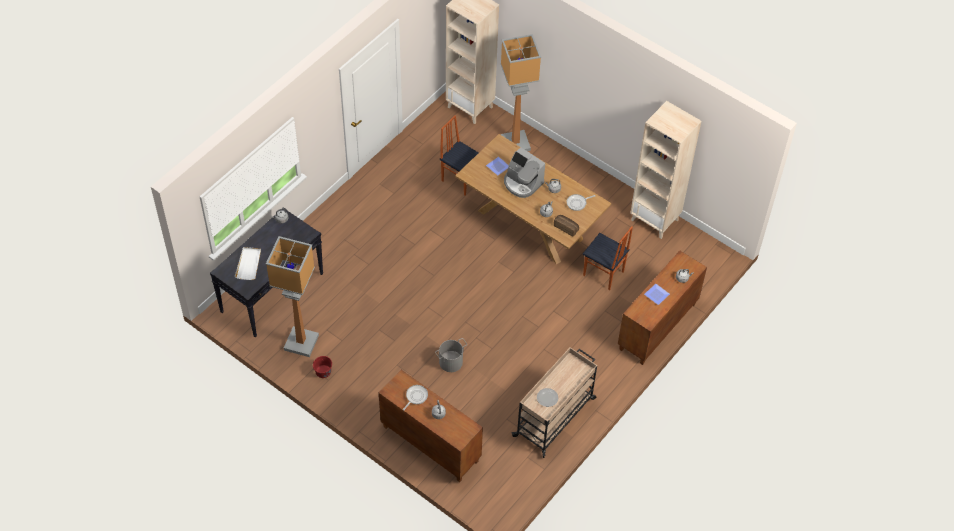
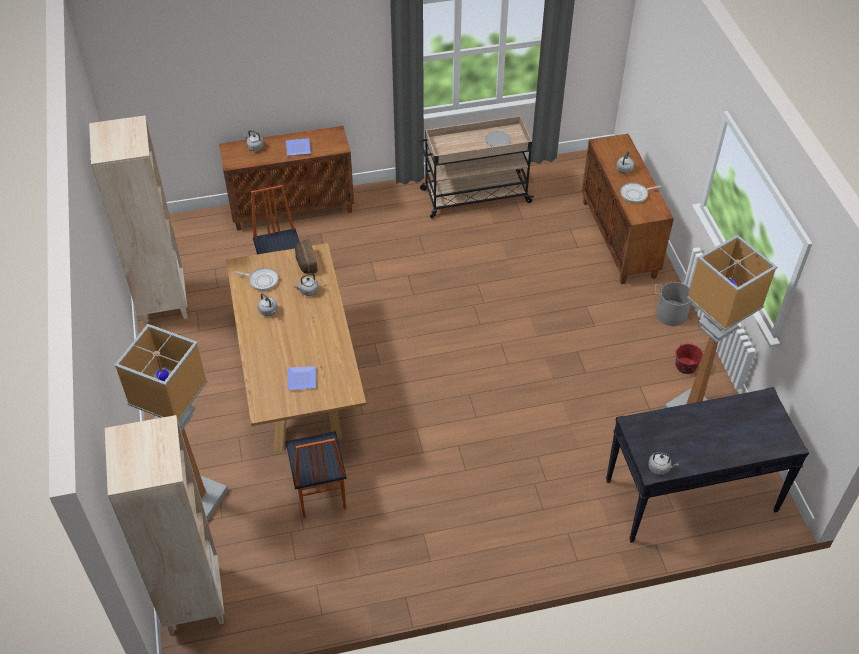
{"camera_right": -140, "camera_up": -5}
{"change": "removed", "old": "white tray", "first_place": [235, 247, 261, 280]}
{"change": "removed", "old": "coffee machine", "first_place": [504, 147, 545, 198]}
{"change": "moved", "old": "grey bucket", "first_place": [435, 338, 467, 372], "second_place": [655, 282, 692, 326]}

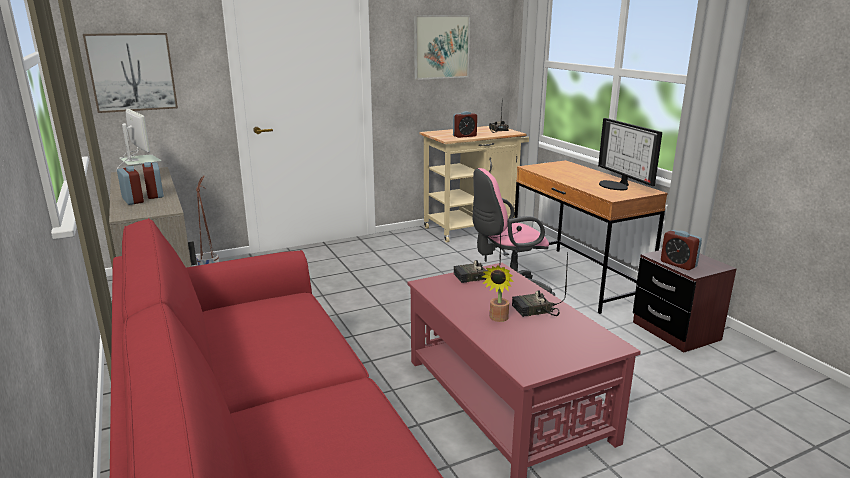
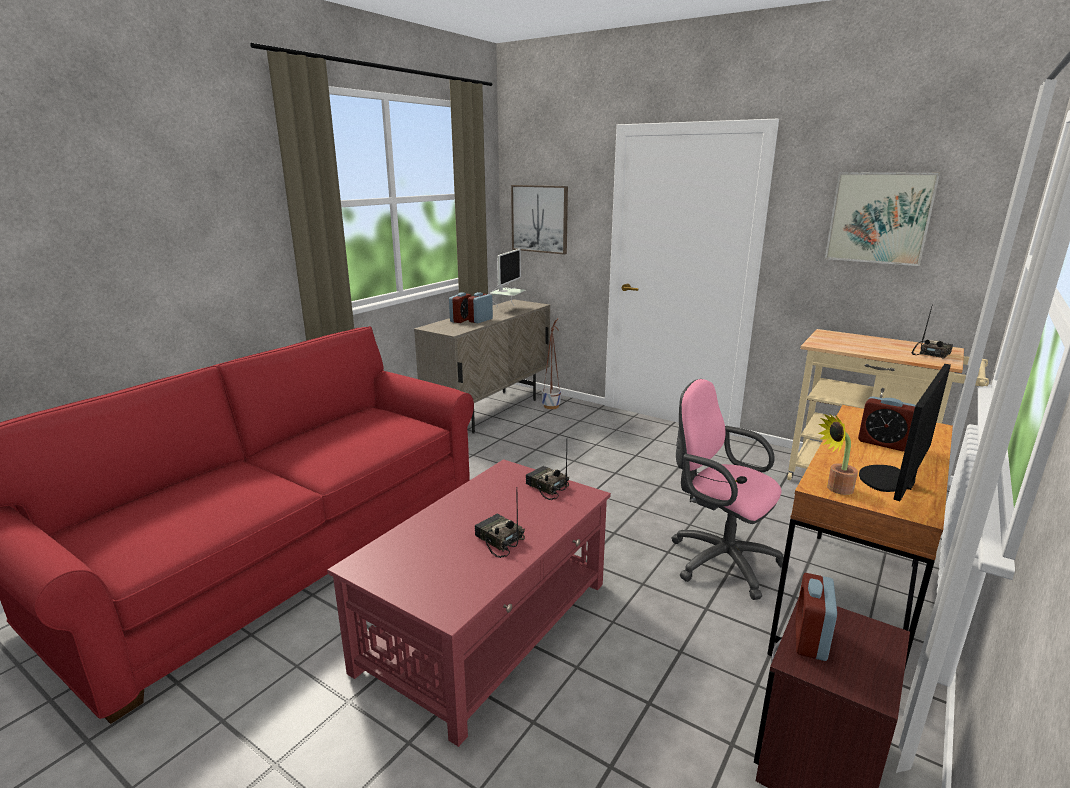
{"camera_right": 60, "camera_up": 0}
{"change": "moved", "old": "alarm clock", "first_place": [453, 111, 477, 138], "second_place": [858, 396, 916, 451]}
{"change": "moved", "old": "potted plant", "first_place": [482, 265, 514, 322], "second_place": [818, 414, 858, 495]}

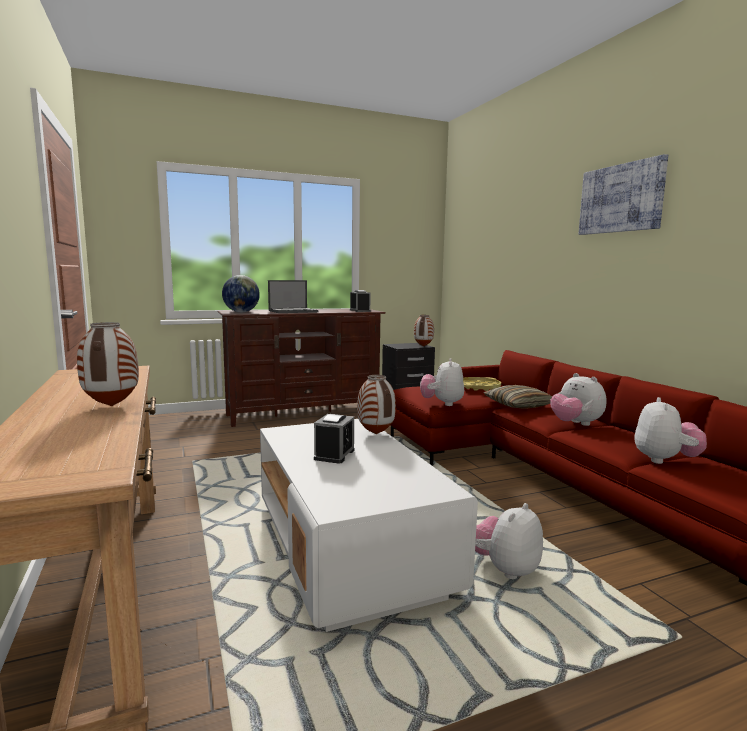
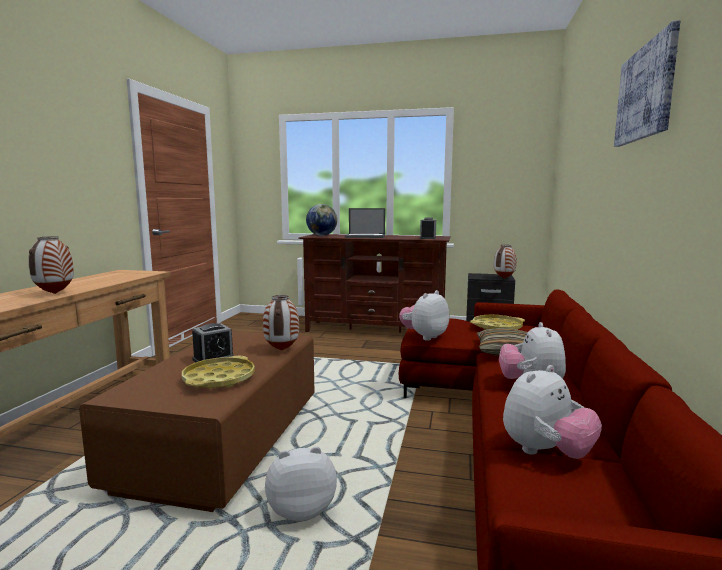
{"camera_right": 35, "camera_up": 0}
{"change": "added", "new": "yellow tray", "second_place": [182, 356, 255, 389]}
{"change": "recoloured", "old": "white coffee table", "new": "brown coffee table", "first_place": [260, 419, 478, 632], "second_place": [79, 331, 314, 512]}

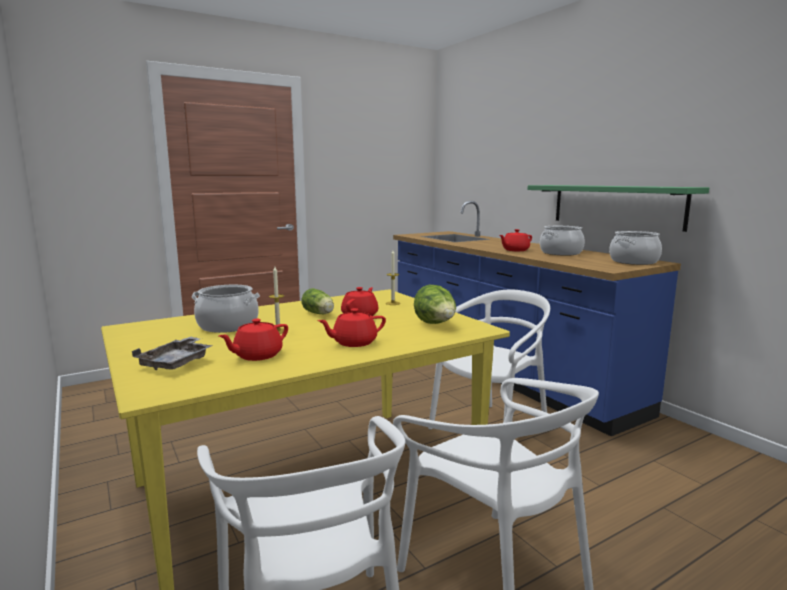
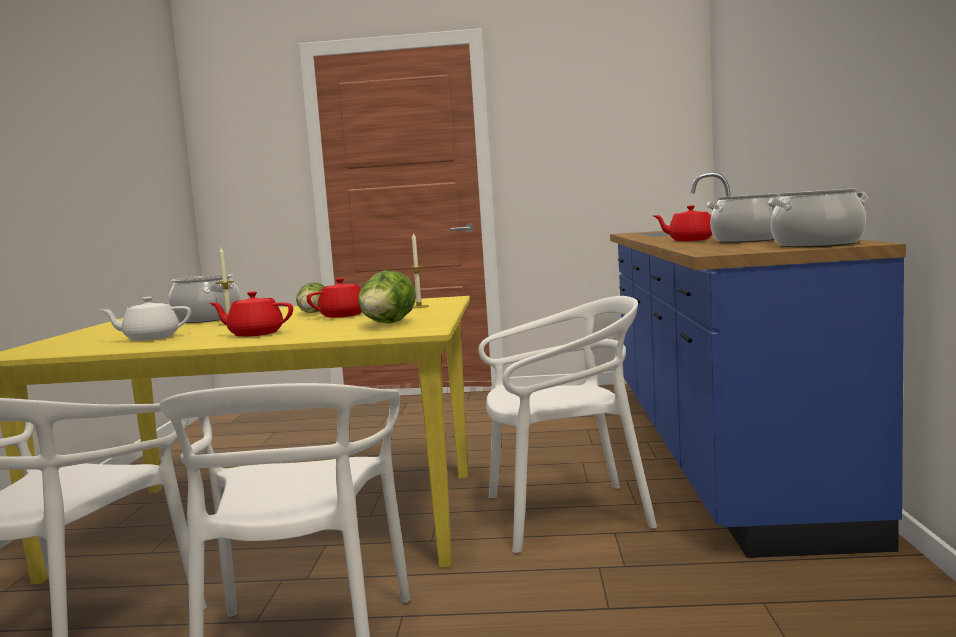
{"camera_right": 35, "camera_up": -5}
{"change": "removed", "old": "grey tray", "first_place": [132, 337, 213, 370]}
{"change": "removed", "old": "green shelf", "first_place": [528, 185, 709, 232]}
{"change": "recoloured", "old": "red teapot", "new": "white teapot", "first_place": [219, 318, 288, 361], "second_place": [100, 297, 191, 341]}

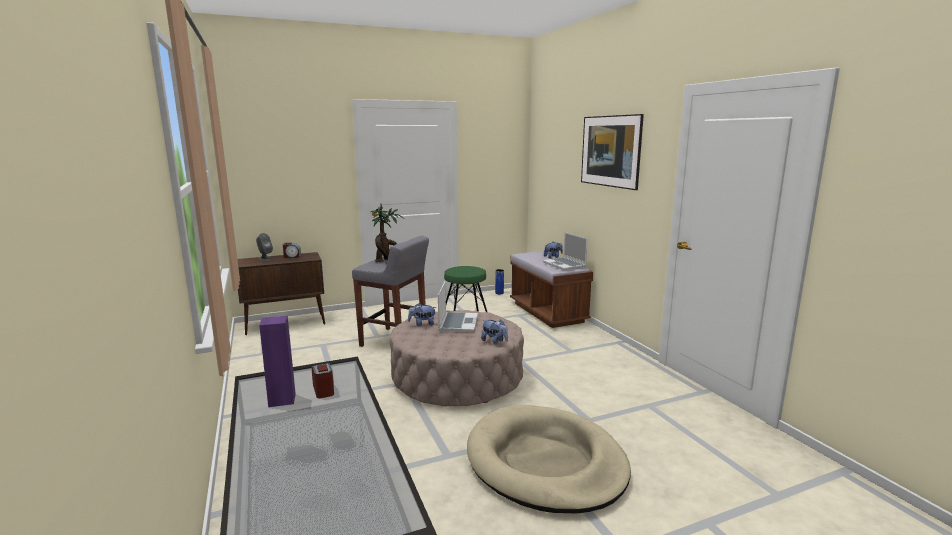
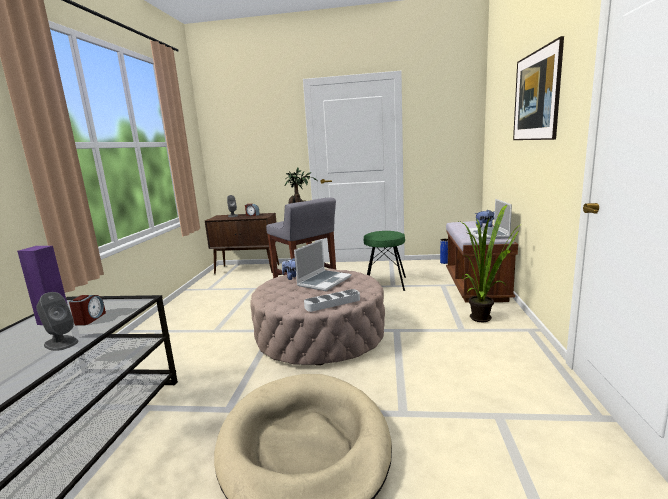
{"camera_right": 30, "camera_up": 0}
{"change": "added", "new": "grey speaker", "second_place": [36, 292, 78, 351]}
{"change": "added", "new": "potted plant", "second_place": [459, 205, 522, 322]}
{"change": "replaced", "old": "plush toy", "new": "grey tray", "first_place": [481, 319, 508, 344], "second_place": [304, 289, 360, 312]}

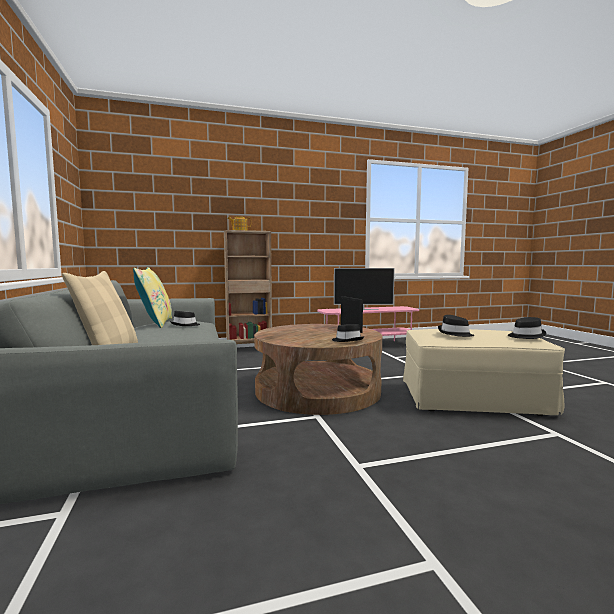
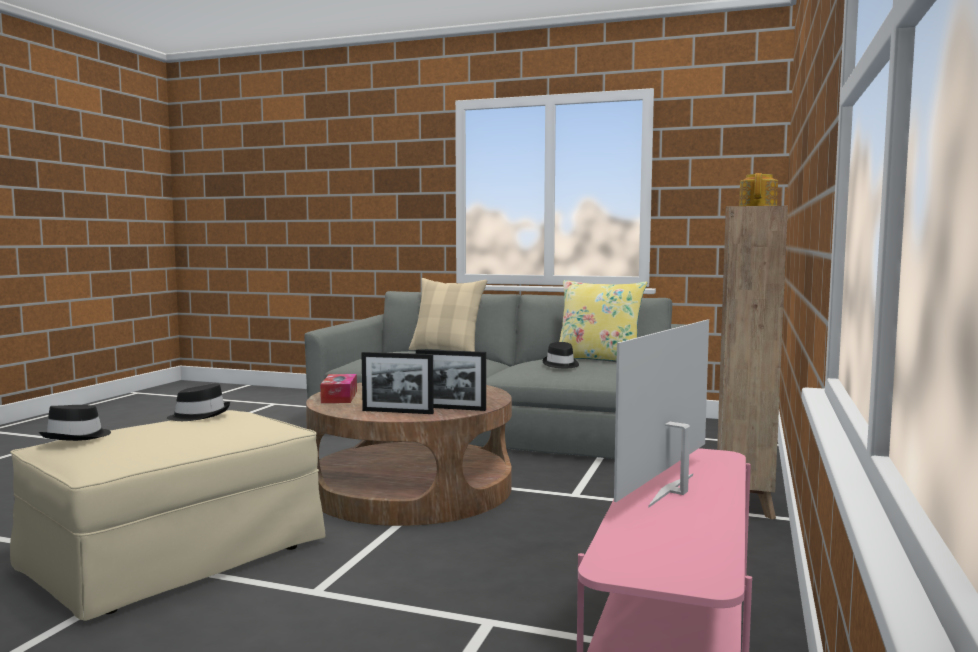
{"camera_right": 125, "camera_up": 0}
{"change": "added", "new": "picture frame", "second_place": [416, 349, 486, 411]}
{"change": "replaced", "old": "black hat", "new": "tissue box", "first_place": [332, 324, 364, 342], "second_place": [320, 374, 357, 403]}

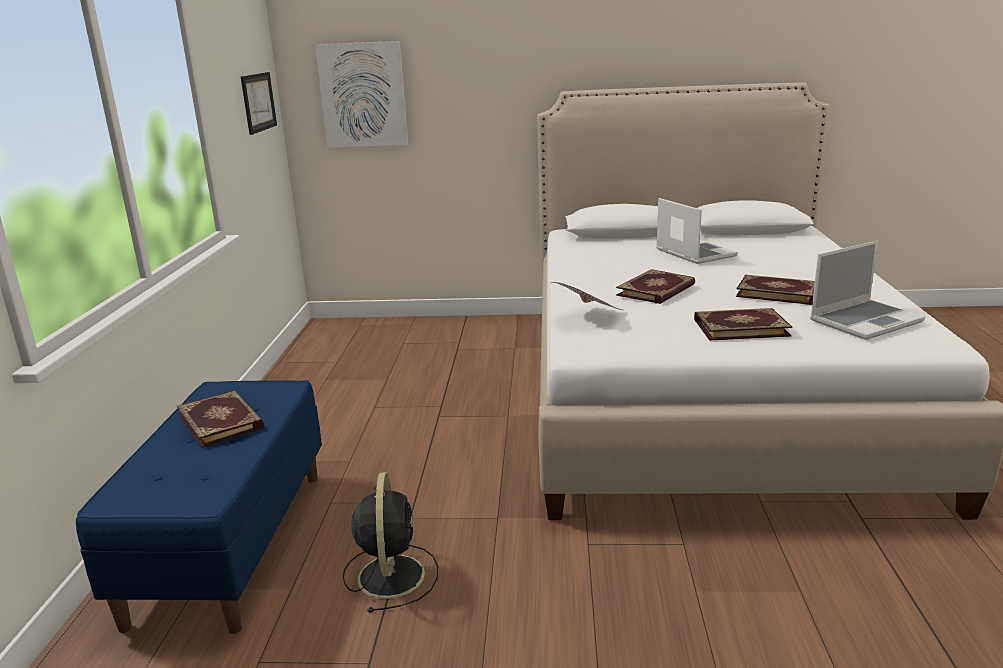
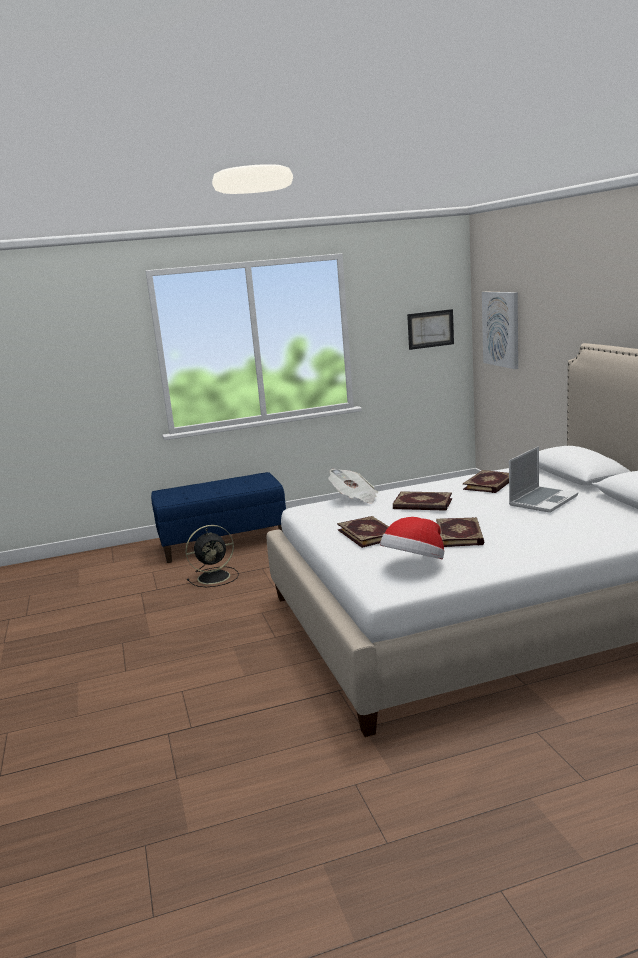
{"camera_right": 70, "camera_up": -5}
{"change": "moved", "old": "book", "first_place": [177, 390, 264, 448], "second_place": [463, 470, 509, 493]}
{"change": "replaced", "old": "laptop", "new": "hat", "first_place": [810, 240, 925, 340], "second_place": [380, 517, 444, 559]}

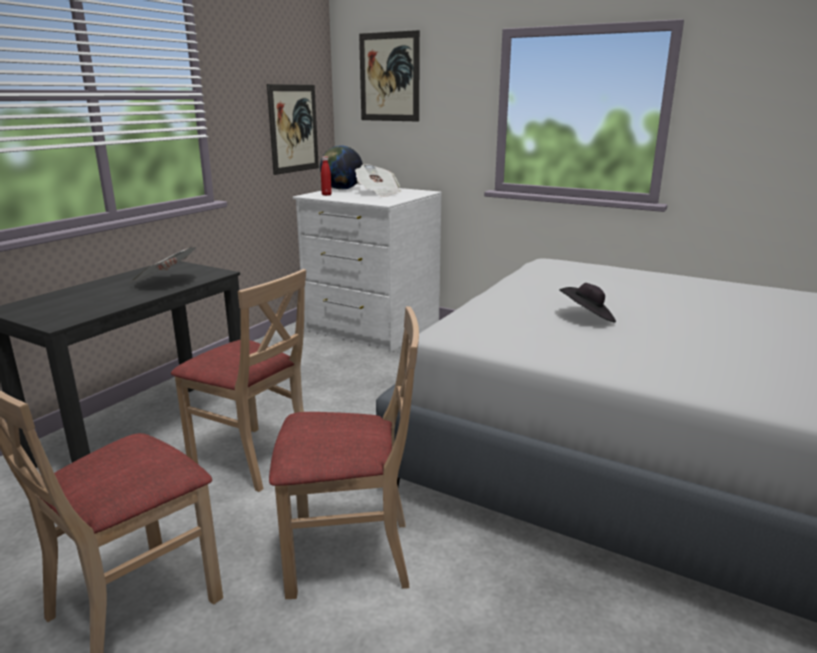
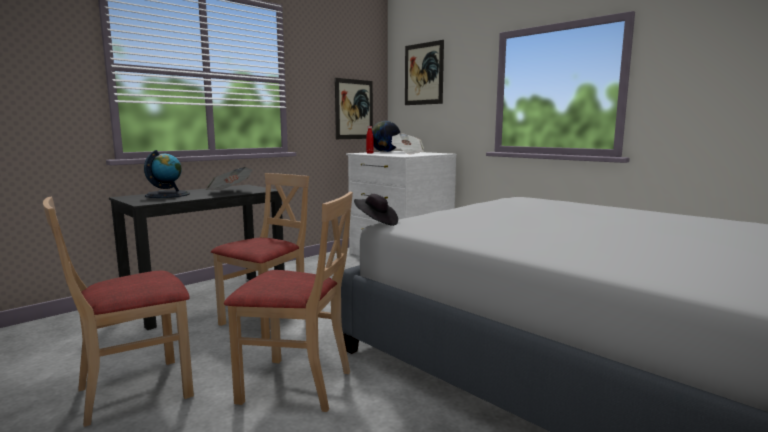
{"camera_right": 15, "camera_up": -10}
{"change": "added", "new": "globe", "second_place": [144, 150, 190, 198]}
{"change": "moved", "old": "black hat", "first_place": [559, 283, 616, 323], "second_place": [354, 194, 398, 226]}
{"change": "turned", "old": "beige chair", "first_place": [171, 269, 306, 492], "second_place": [211, 173, 309, 339], "degrees": -105}

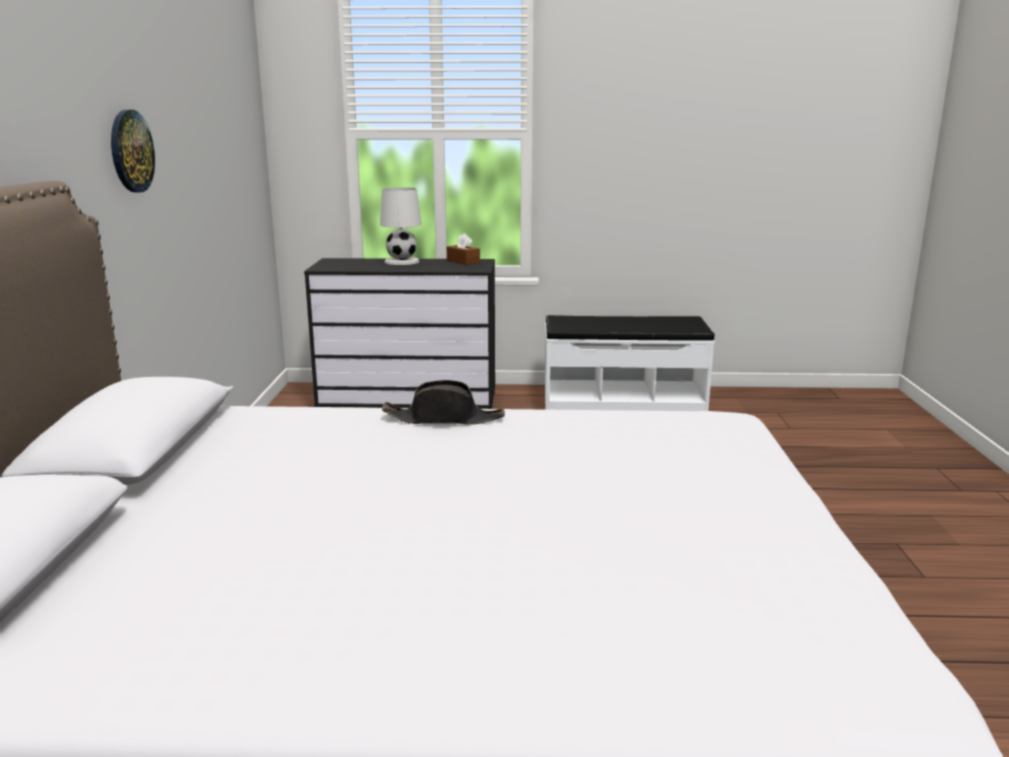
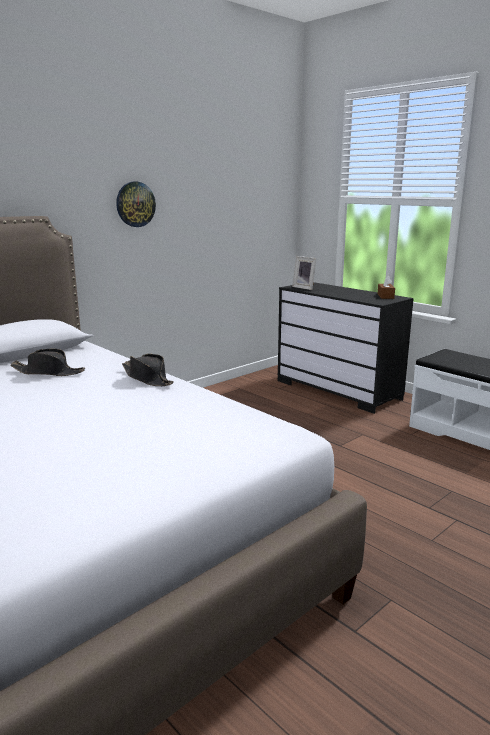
{"camera_right": 45, "camera_up": 0}
{"change": "removed", "old": "white table lamp", "first_place": [380, 187, 422, 265]}
{"change": "added", "new": "black hat", "second_place": [10, 349, 85, 376]}
{"change": "added", "new": "picture frame", "second_place": [292, 256, 317, 290]}

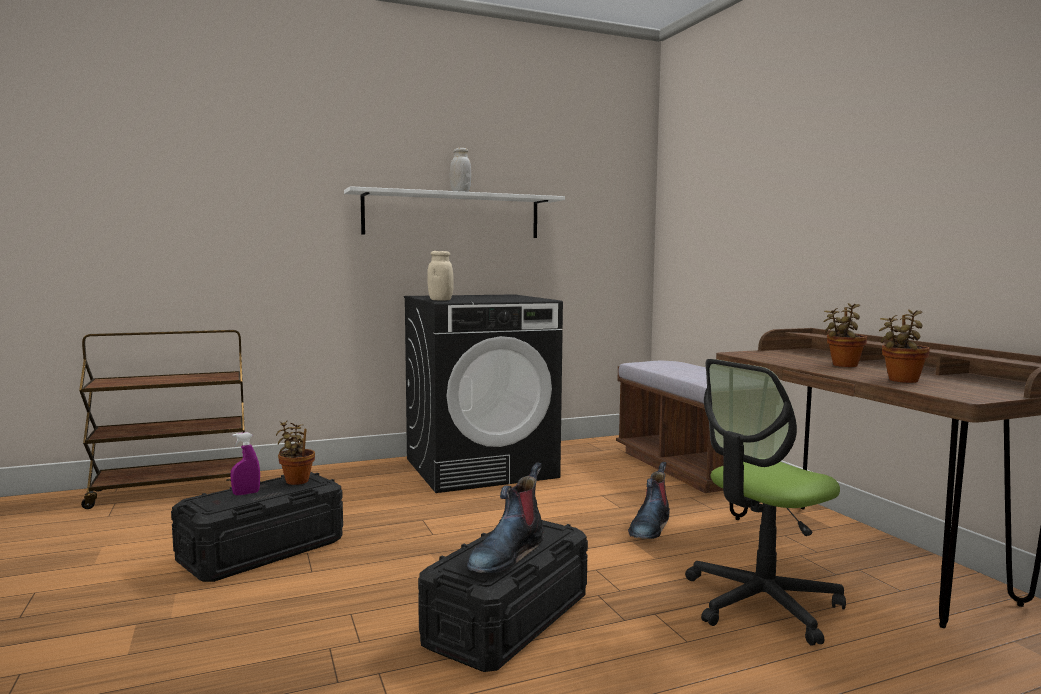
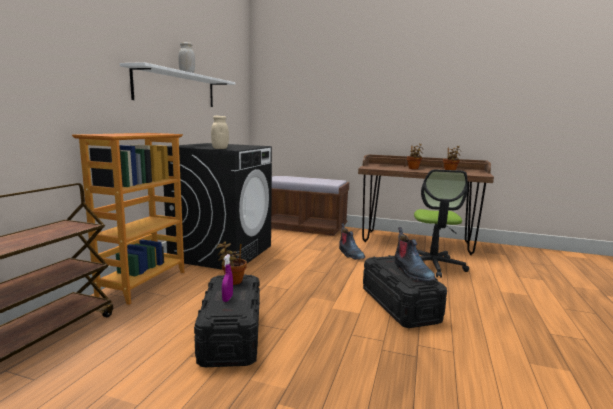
{"camera_right": -50, "camera_up": 5}
{"change": "added", "new": "bookcase", "second_place": [72, 133, 184, 305]}

